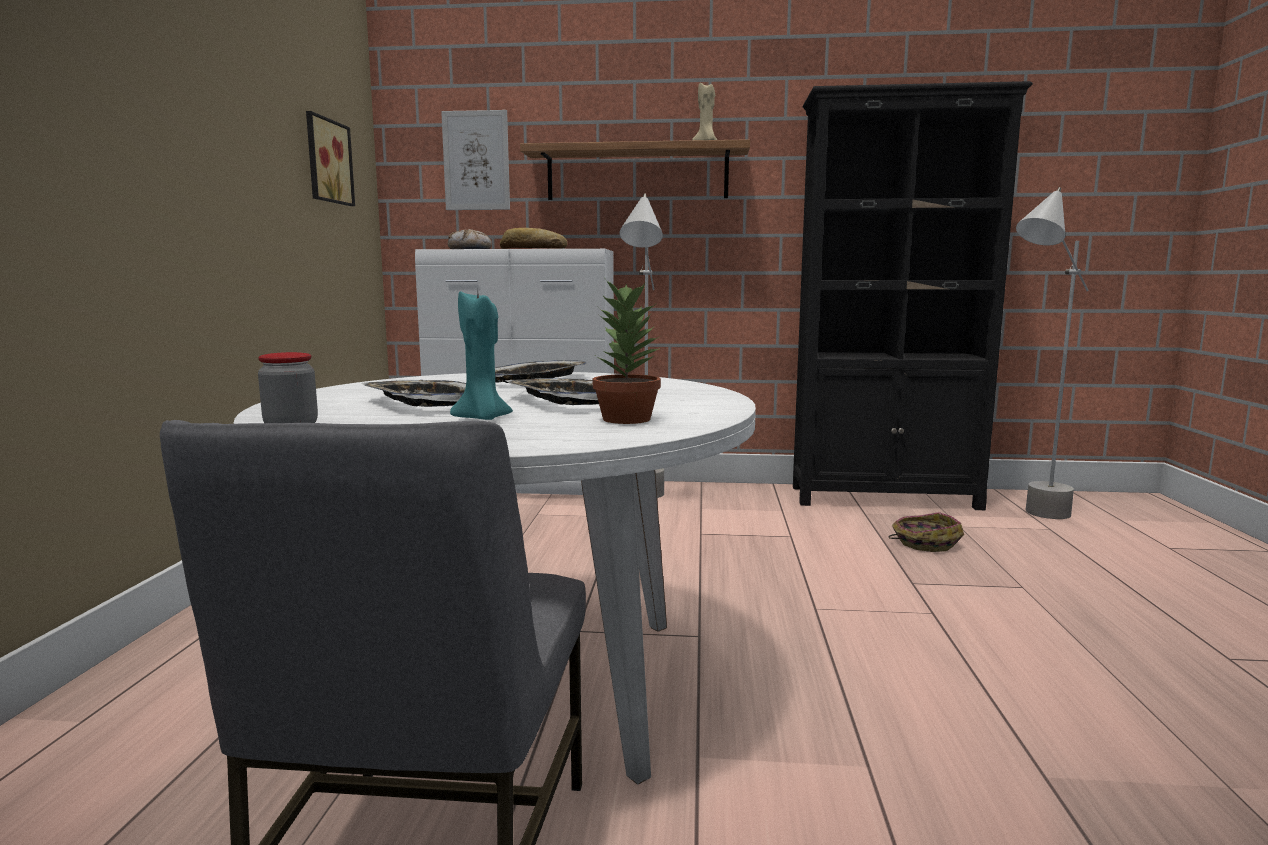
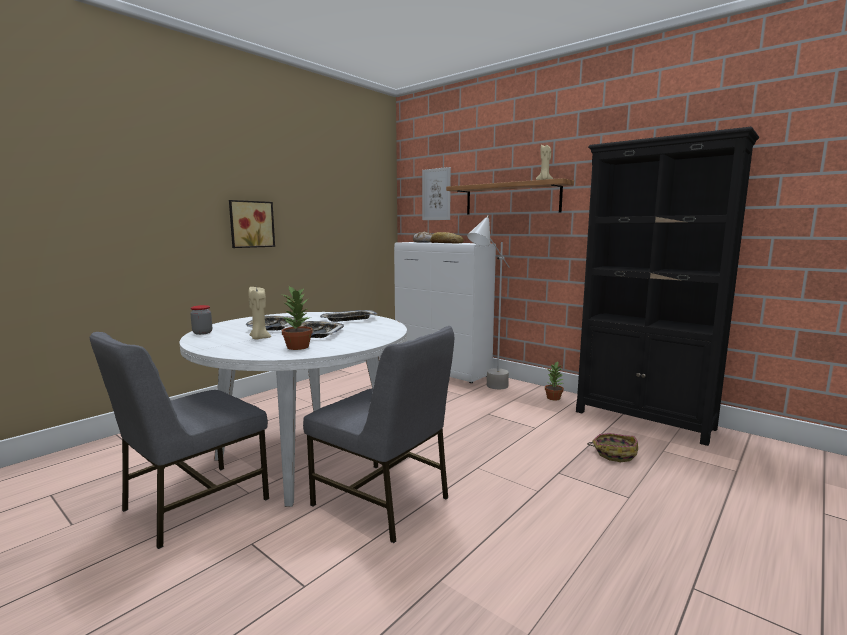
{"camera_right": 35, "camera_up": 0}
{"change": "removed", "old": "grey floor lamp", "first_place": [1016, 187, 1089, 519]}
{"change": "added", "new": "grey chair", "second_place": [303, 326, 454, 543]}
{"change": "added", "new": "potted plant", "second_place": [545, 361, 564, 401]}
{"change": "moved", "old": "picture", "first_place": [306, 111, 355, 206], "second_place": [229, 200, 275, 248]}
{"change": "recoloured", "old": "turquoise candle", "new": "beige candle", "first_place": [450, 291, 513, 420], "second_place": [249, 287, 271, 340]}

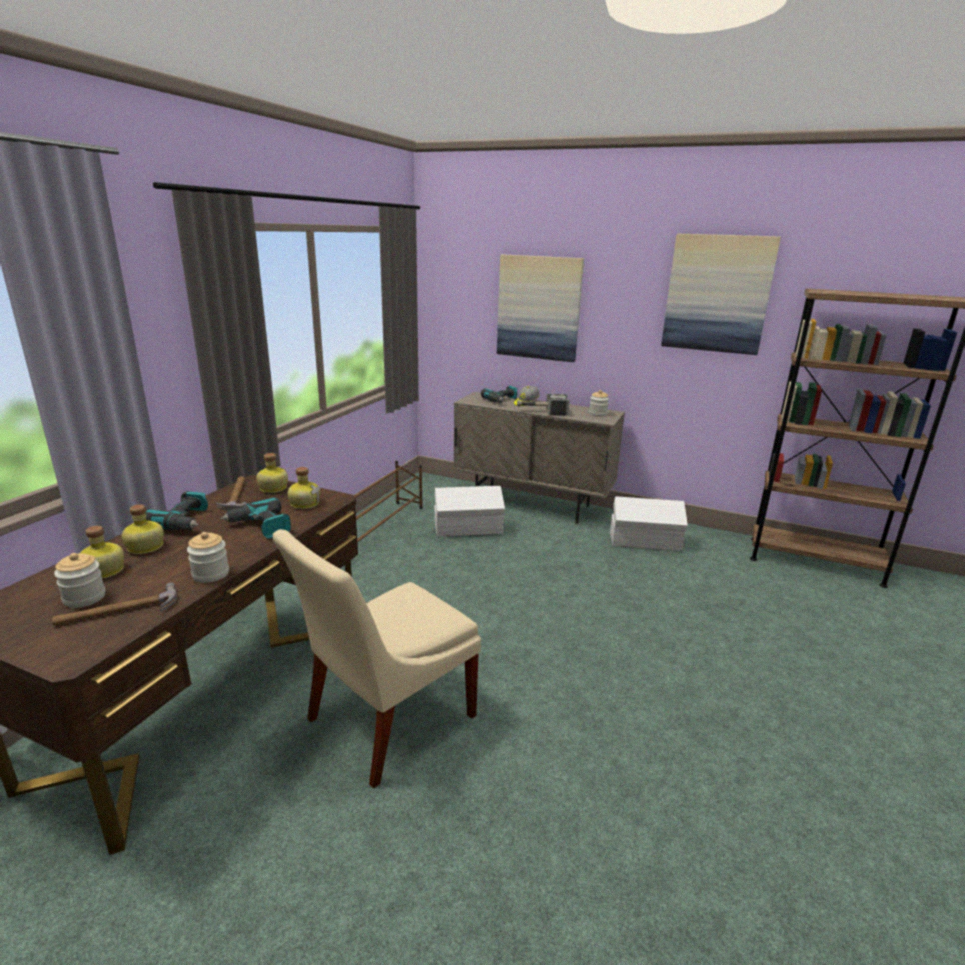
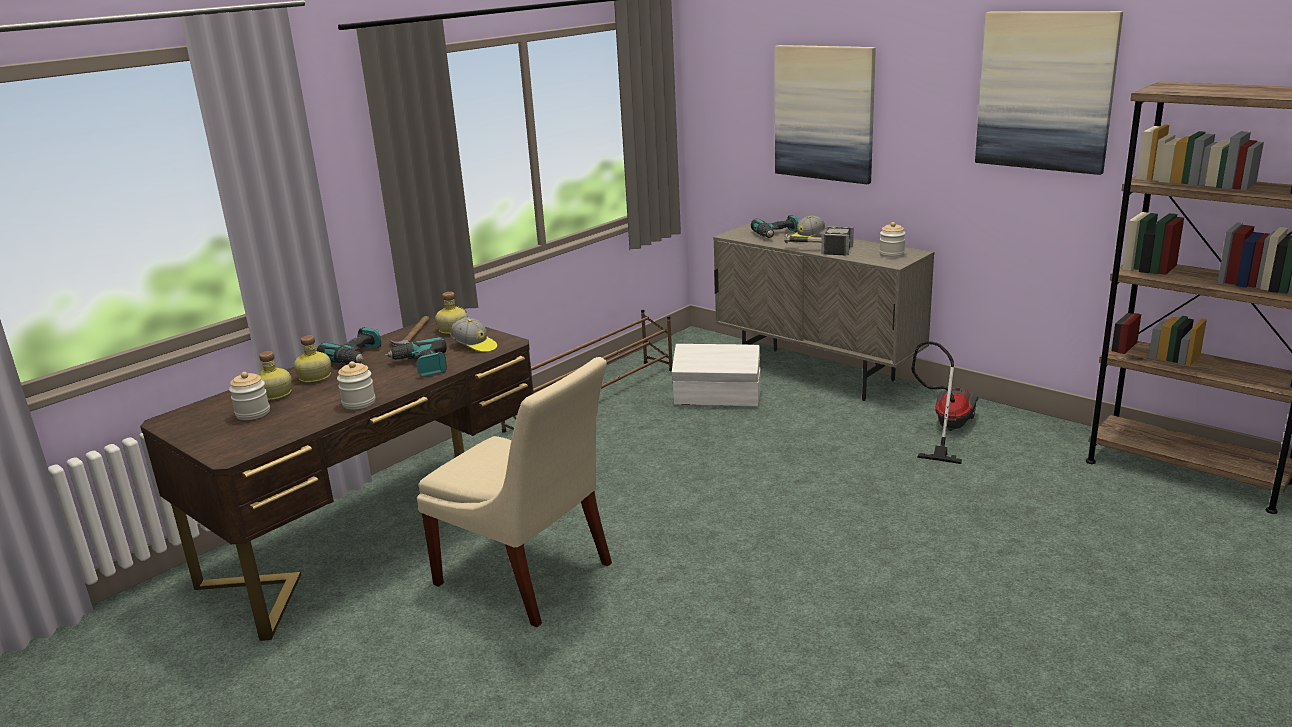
{"camera_right": 20, "camera_up": 0}
{"change": "removed", "old": "hammer", "first_place": [52, 583, 177, 625]}
{"change": "replaced", "old": "bottle", "new": "cap", "first_place": [287, 467, 320, 509], "second_place": [450, 318, 497, 352]}
{"change": "replaced", "old": "white storage box", "new": "vacuum cleaner", "first_place": [610, 496, 688, 551], "second_place": [911, 341, 978, 464]}
{"change": "turned", "old": "beige chair", "first_place": [273, 529, 481, 788], "second_place": [417, 357, 612, 627], "degrees": -120}

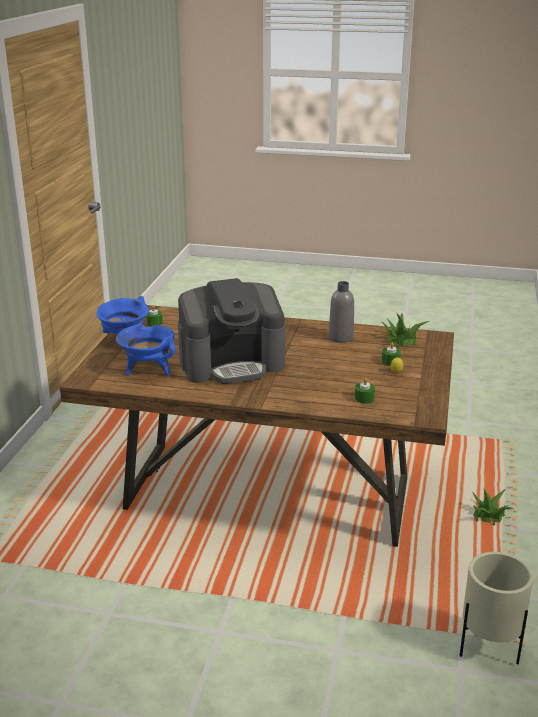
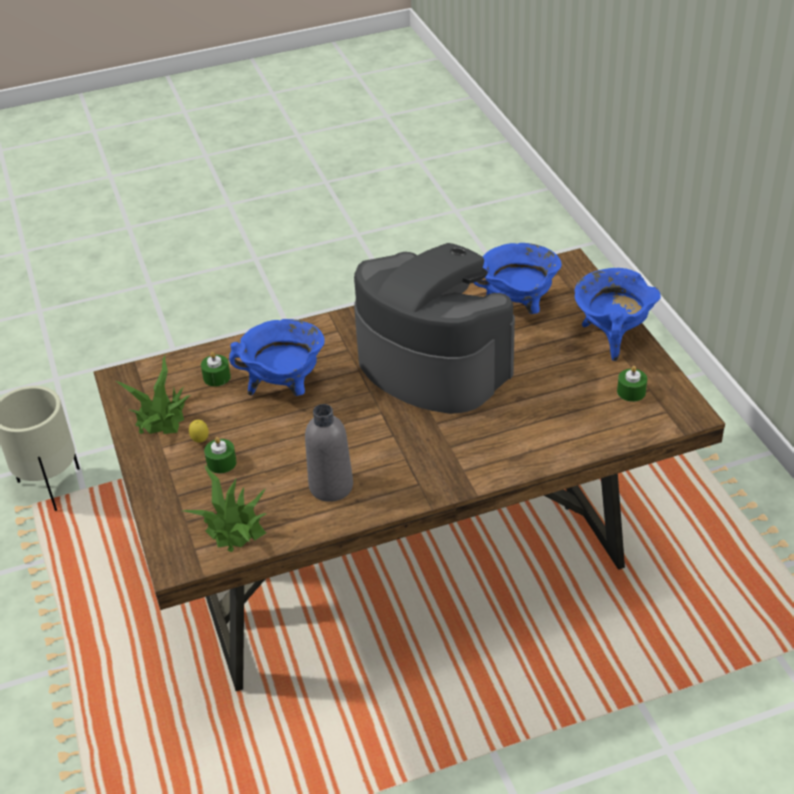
{"camera_right": 150, "camera_up": 15}
{"change": "added", "new": "blue cooking pot", "second_place": [229, 319, 325, 396]}
{"change": "moved", "old": "potted plant", "first_place": [471, 489, 514, 526], "second_place": [116, 355, 191, 434]}
{"change": "turned", "old": "coffee machine", "first_place": [178, 278, 285, 384], "second_place": [354, 243, 515, 414], "degrees": 90}

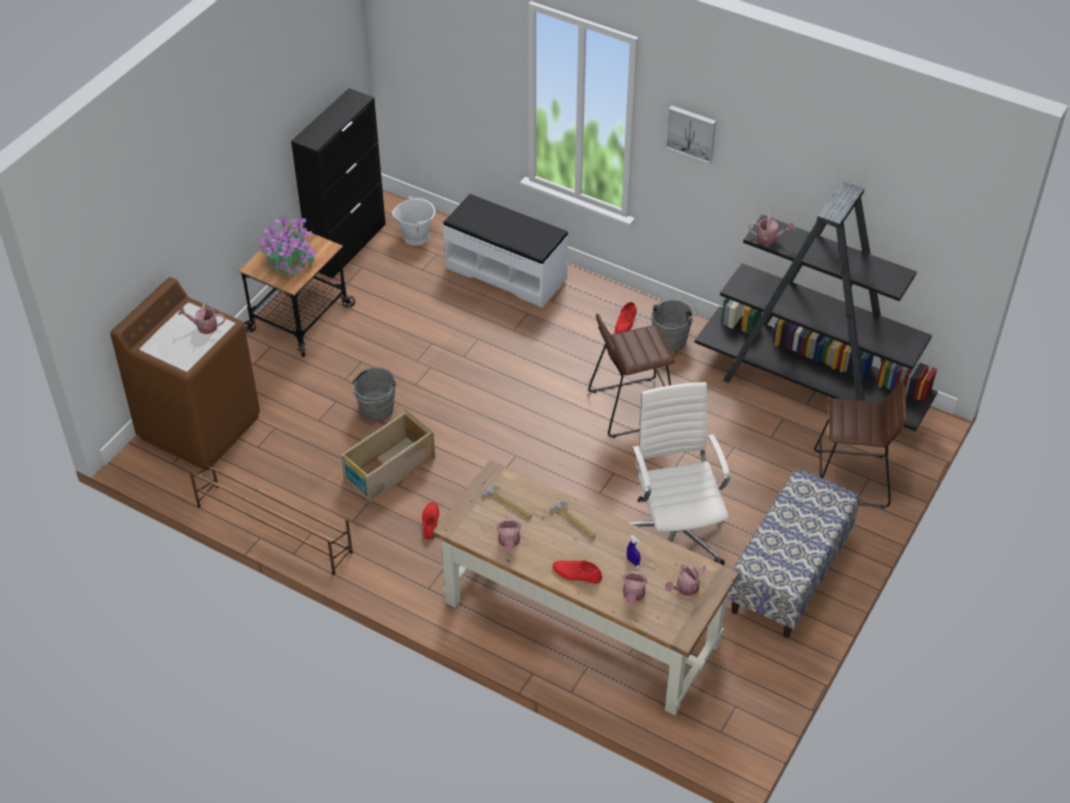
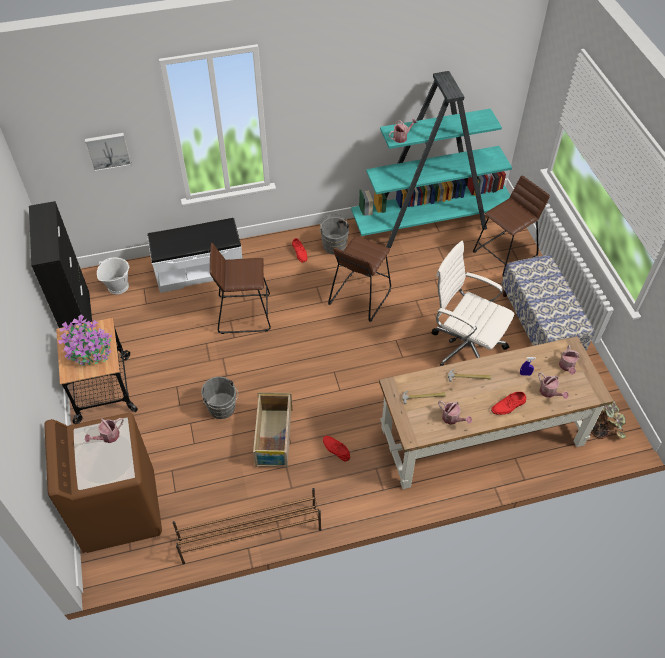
{"camera_right": -45, "camera_up": 5}
{"change": "added", "new": "brown stool", "second_place": [210, 243, 271, 334]}
{"change": "added", "new": "potted plant", "second_place": [591, 401, 626, 439]}
{"change": "moved", "old": "picture", "first_place": [666, 105, 716, 164], "second_place": [85, 133, 131, 172]}
{"change": "recoloured", "old": "black bookcase", "new": "turquoise bookcase", "first_place": [695, 181, 938, 431], "second_place": [351, 71, 512, 248]}

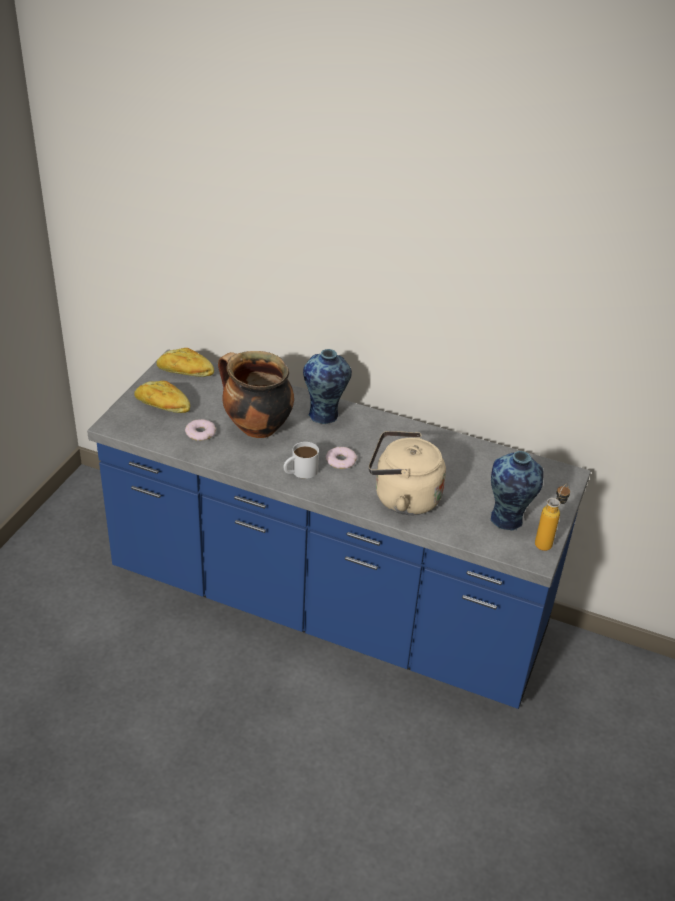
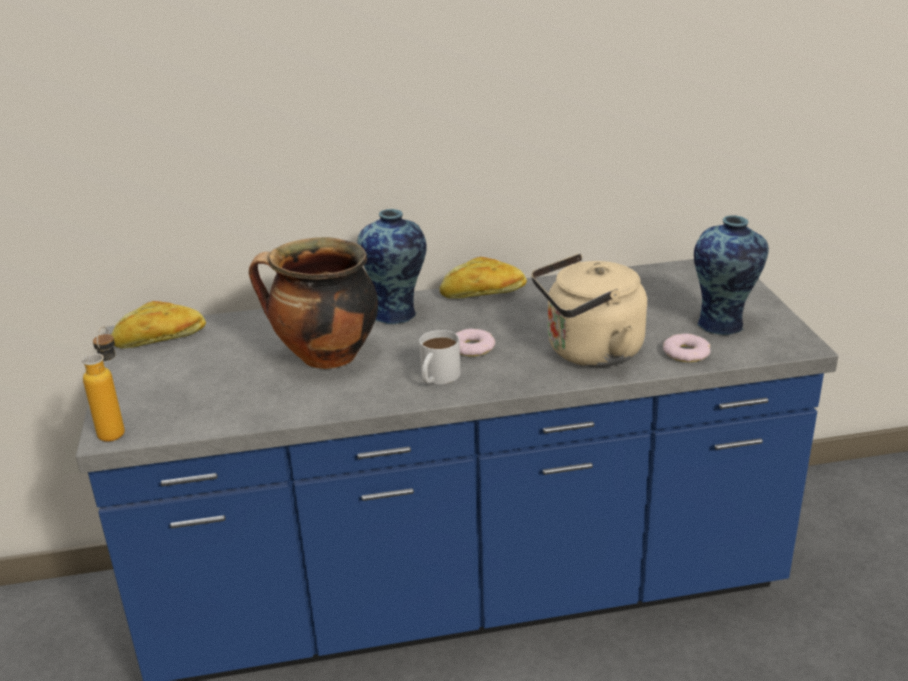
{"camera_right": -30, "camera_up": -10}
{"change": "moved", "old": "bread", "first_place": [134, 381, 190, 413], "second_place": [440, 257, 527, 299]}
{"change": "moved", "old": "donut", "first_place": [185, 419, 216, 441], "second_place": [663, 334, 710, 362]}
{"change": "moved", "old": "bottle", "first_place": [535, 483, 570, 551], "second_place": [82, 327, 125, 442]}

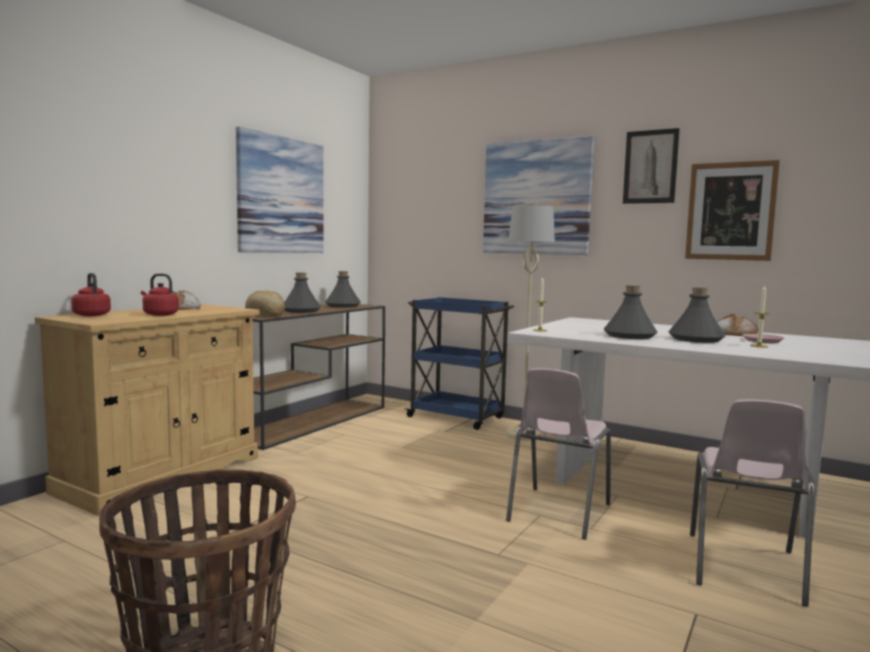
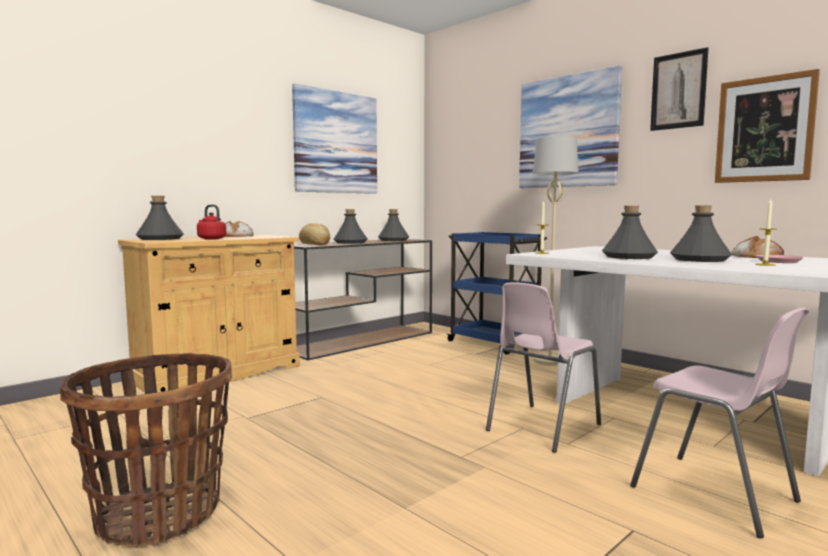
{"camera_right": 15, "camera_up": 0}
{"change": "replaced", "old": "red kettle", "new": "grey bottle", "first_place": [71, 273, 111, 316], "second_place": [136, 196, 184, 240]}
{"change": "turned", "old": "pink chair", "first_place": [690, 399, 815, 607], "second_place": [630, 308, 809, 538], "degrees": -75}

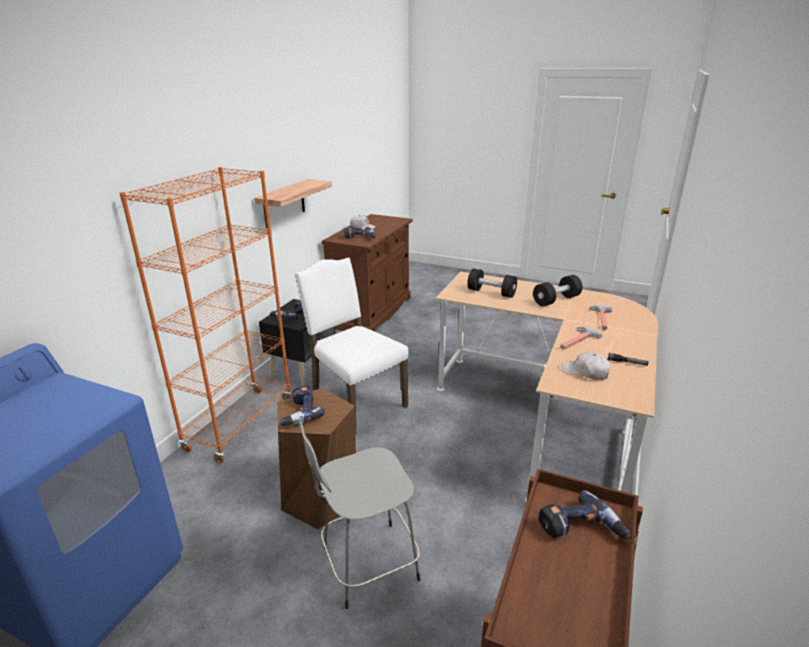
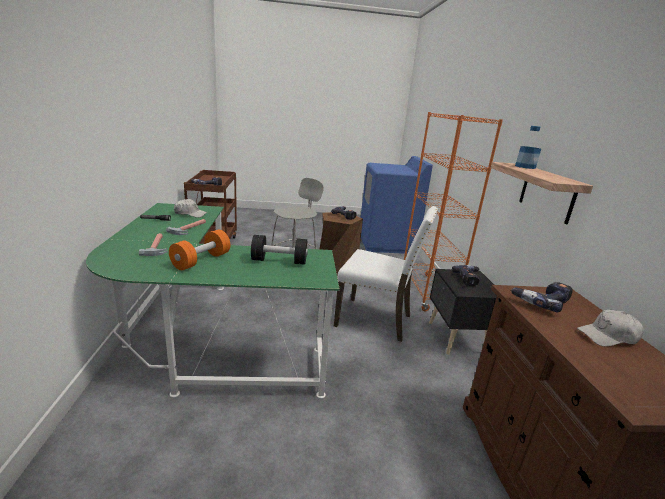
{"camera_right": 150, "camera_up": -5}
{"change": "added", "new": "bottle", "second_place": [515, 126, 541, 169]}
{"change": "recoloured", "old": "beige desk", "new": "green desk", "first_place": [436, 272, 658, 502], "second_place": [86, 203, 340, 398]}
{"change": "recoloured", "old": "black dumbbell", "new": "orange dumbbell", "first_place": [533, 275, 583, 306], "second_place": [169, 230, 230, 270]}

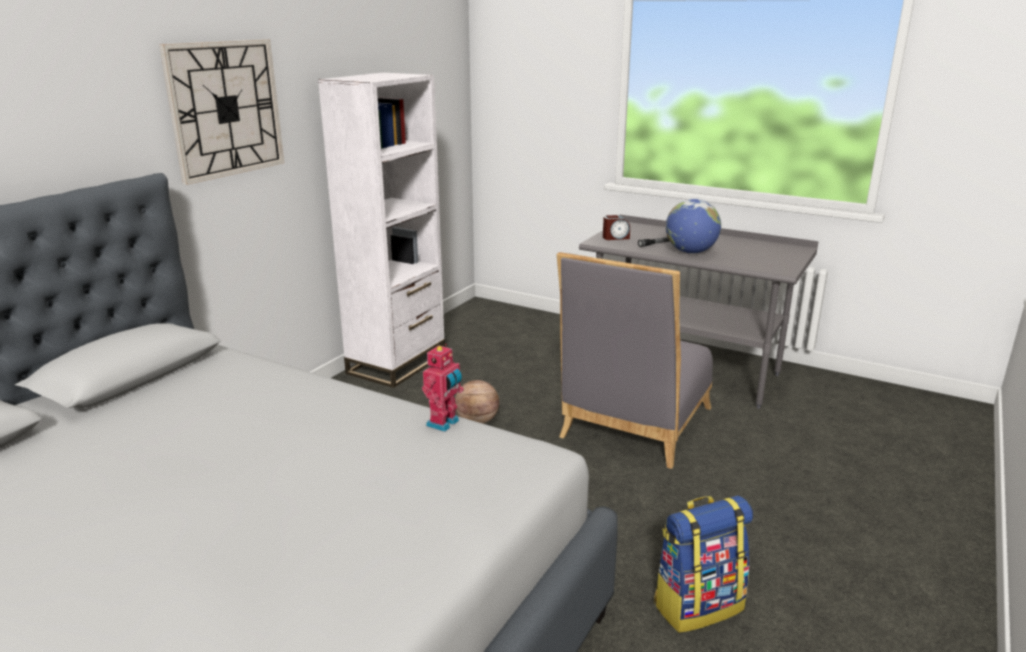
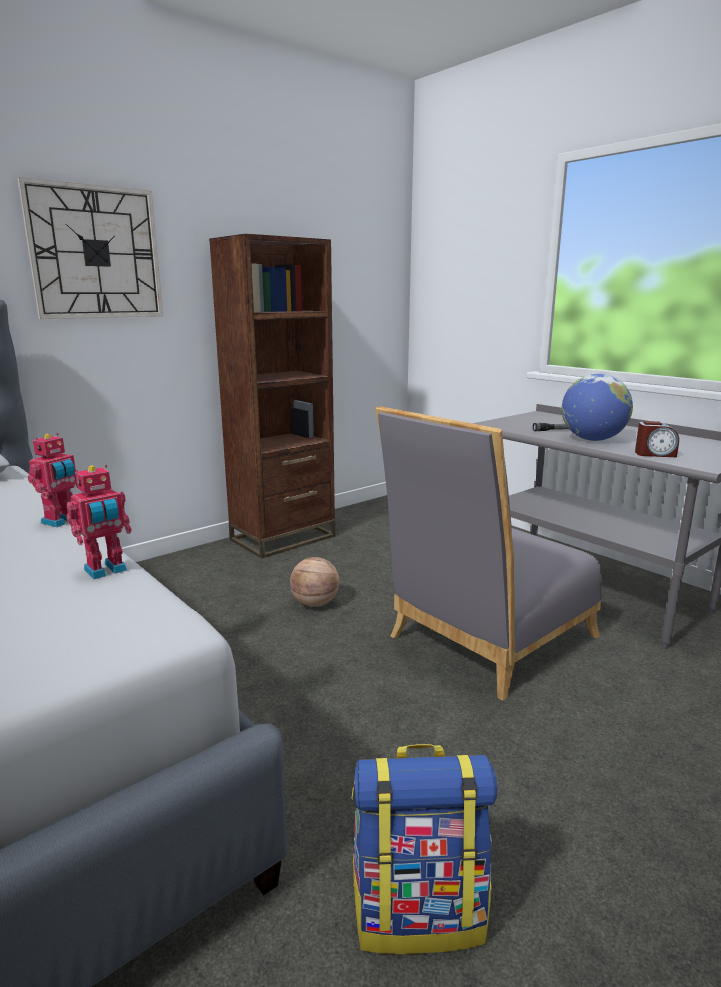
{"camera_right": 20, "camera_up": -5}
{"change": "added", "new": "toy robot", "second_place": [28, 433, 78, 527]}
{"change": "moved", "old": "alarm clock", "first_place": [603, 215, 630, 240], "second_place": [635, 421, 679, 457]}
{"change": "recoloured", "old": "white bookcase", "new": "brown bookcase", "first_place": [318, 72, 445, 388], "second_place": [209, 234, 335, 559]}

